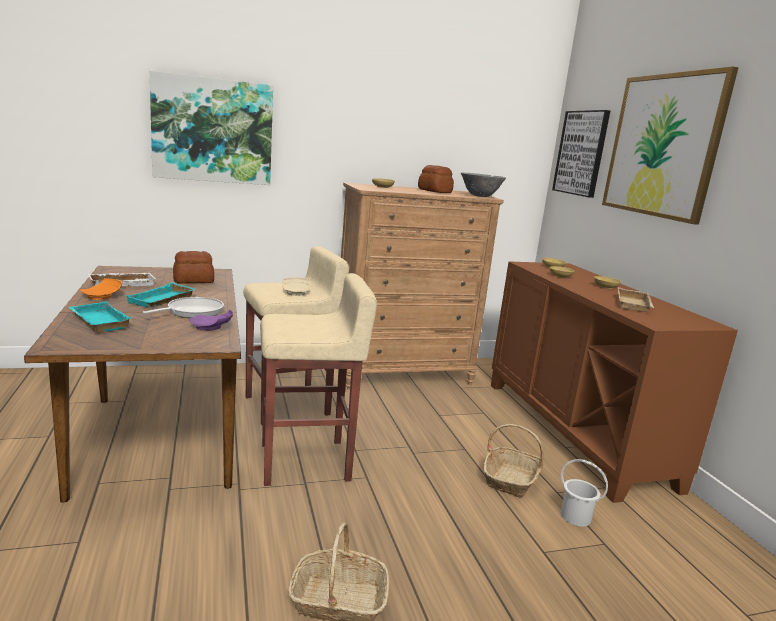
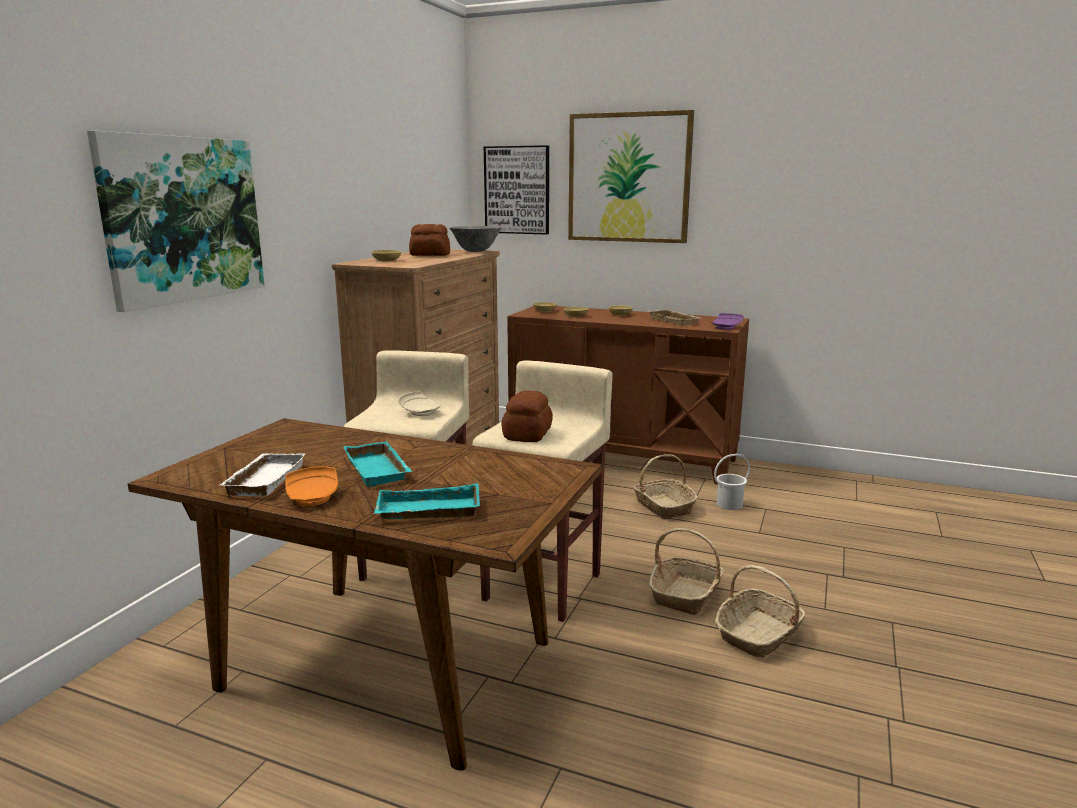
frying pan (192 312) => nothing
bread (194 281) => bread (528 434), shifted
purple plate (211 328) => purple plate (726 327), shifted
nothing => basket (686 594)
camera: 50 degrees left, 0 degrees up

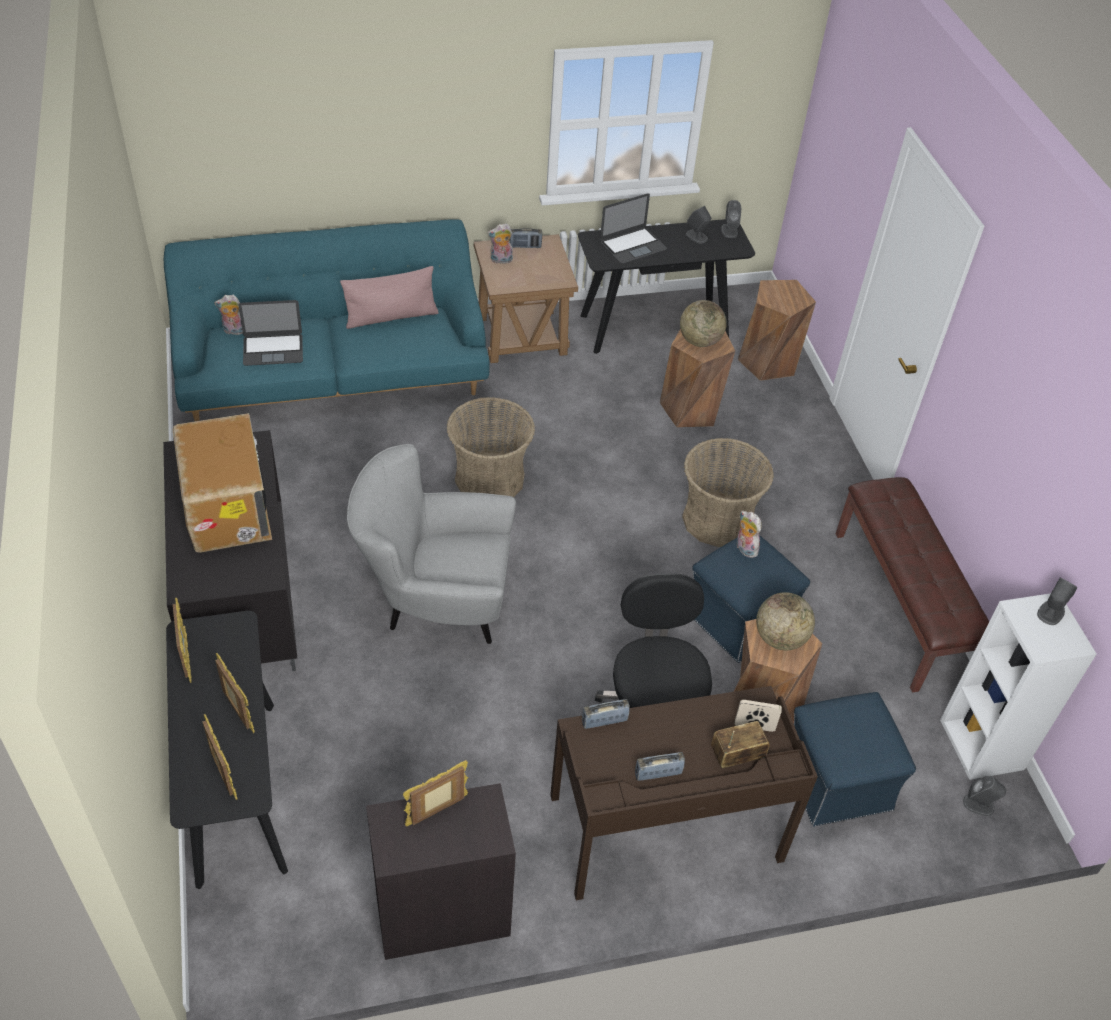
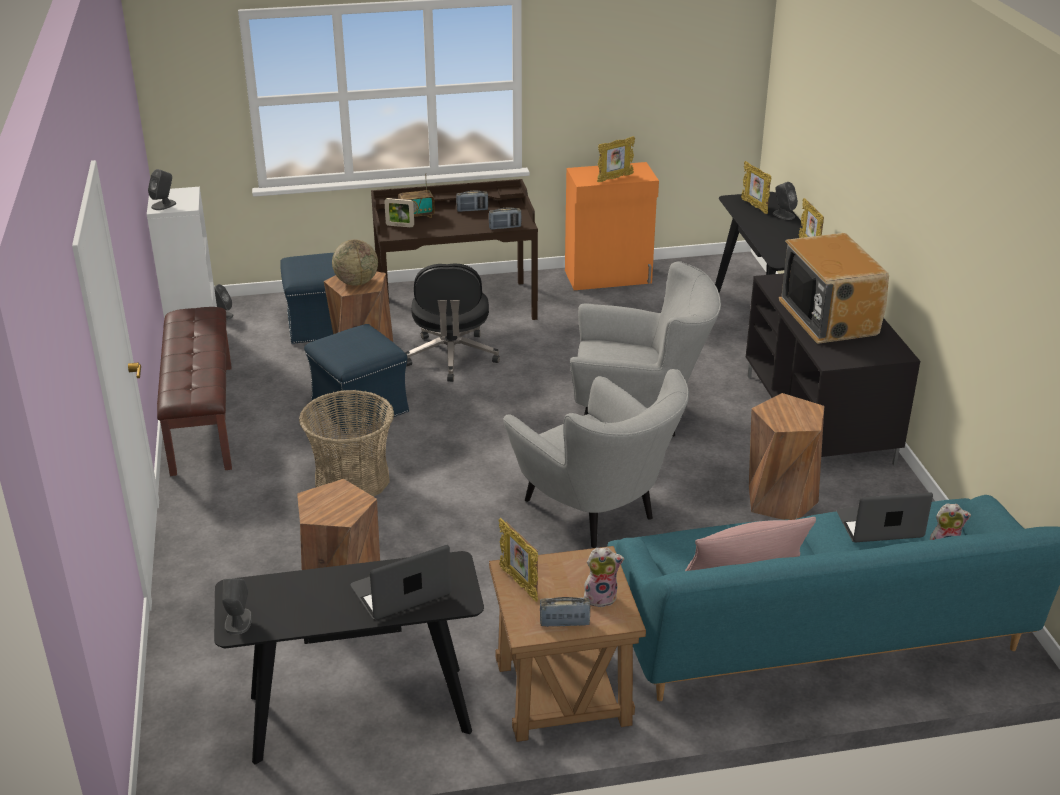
picture frame (238 711) => picture frame (519 584), shifted
black cabinet (441 914) => orange cabinet (609 277)
basket (489 478) => grey armchair (596 513)
globe (699 341) => nothing
grey speaker (697 236) => grey speaker (783 215), shifted
plush toy (744 548) => nothing
brown stool (768 362) => brown stool (780 500), shifted
camera: 175 degrees left, 15 degrees down

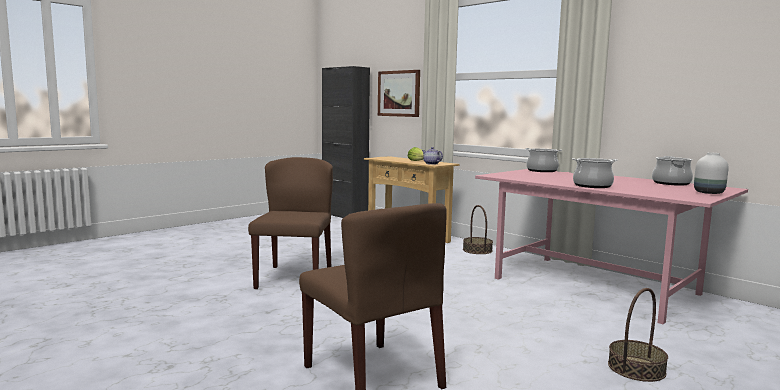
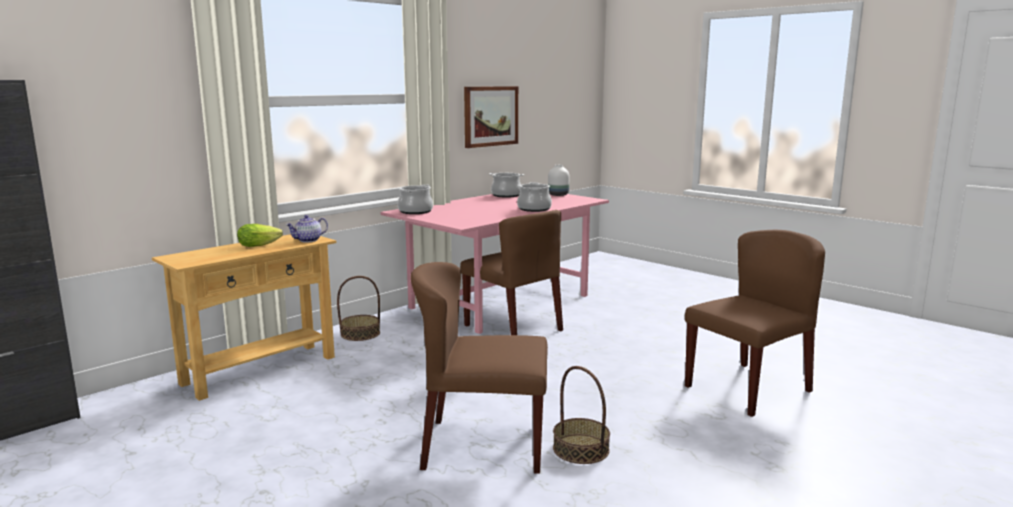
picture (399 93) => picture (490 116), shifted
basket (636 368) => basket (581 449), shifted
nothing => brown chair (513 328)
camera: 90 degrees left, 5 degrees up

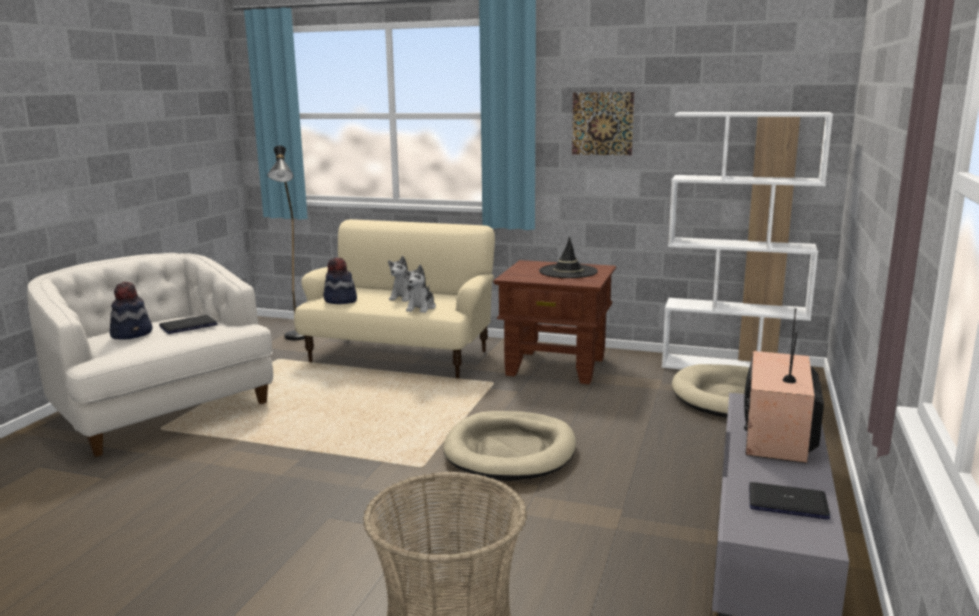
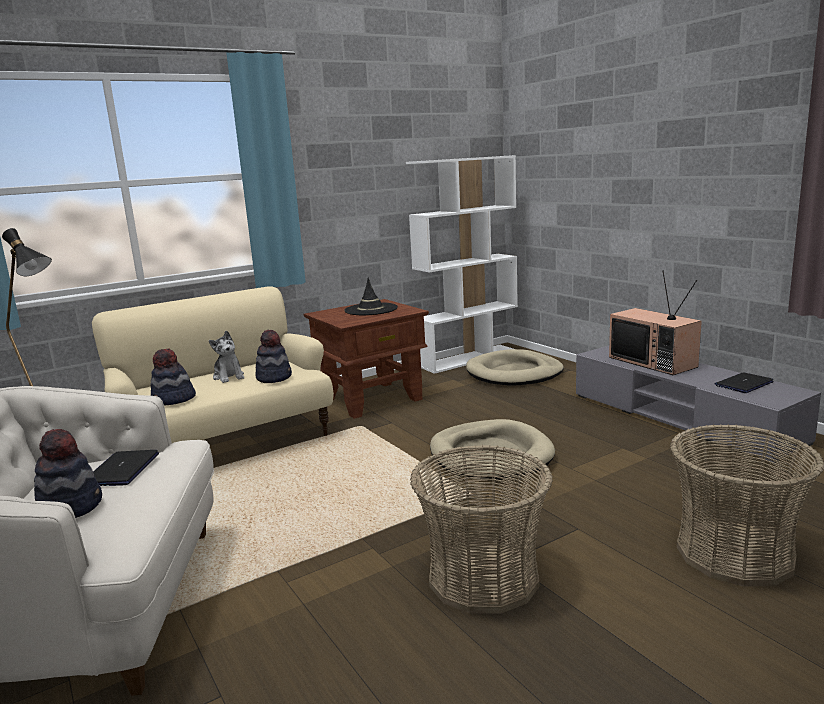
plush toy (421 308) => hat (274 377)
picture (602 123) => nothing
nothing => basket (483 578)
camera: 50 degrees left, 0 degrees up

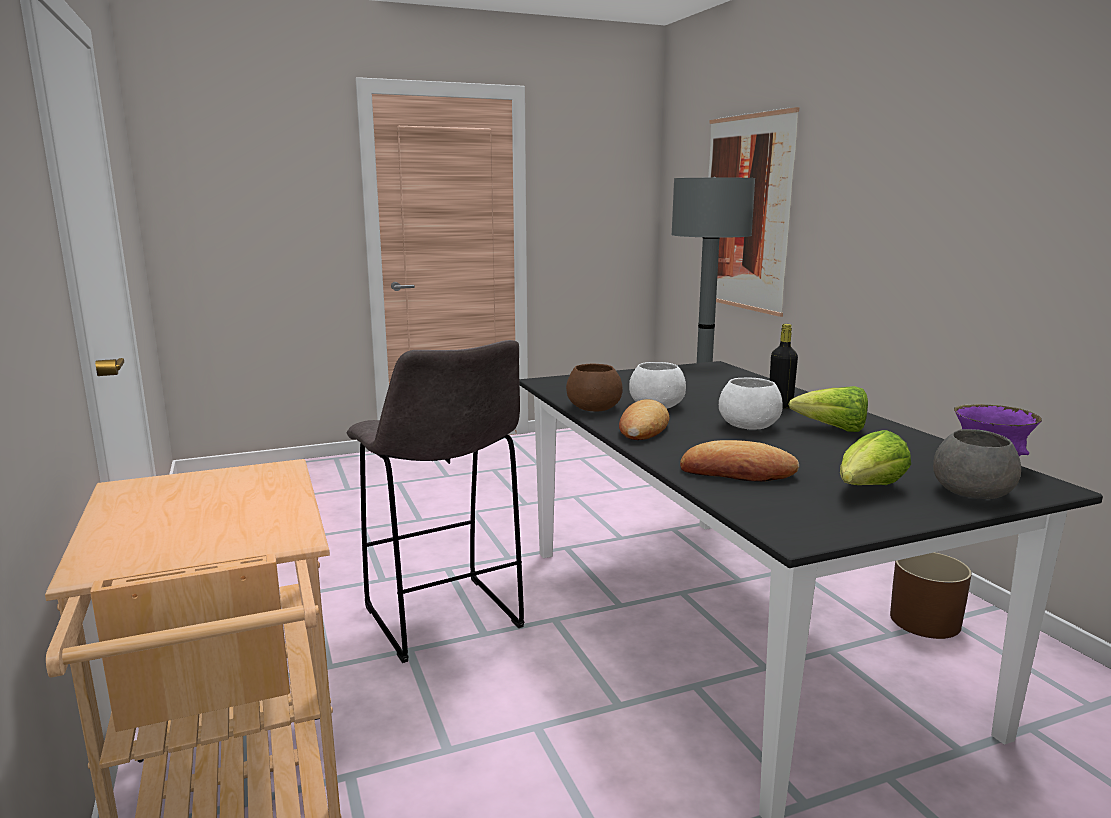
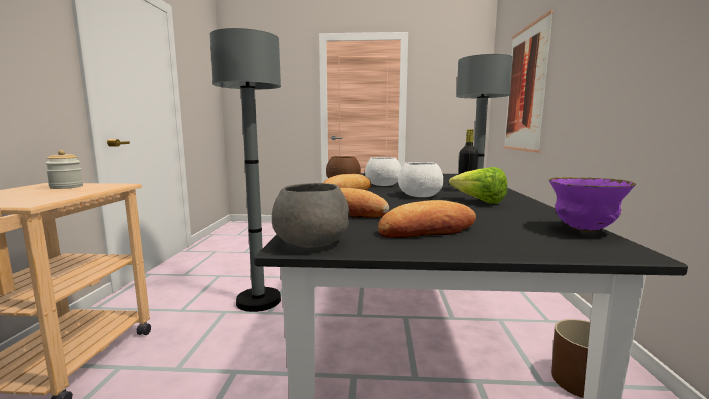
grey stool (444 619) => grey floor lamp (258 301)
lettuce (868 489) => bread (427 230)
grey bowl (971 492) => grey bowl (313 242), shifted
nothing => jar (66 187)
camera: 25 degrees right, 5 degrees down

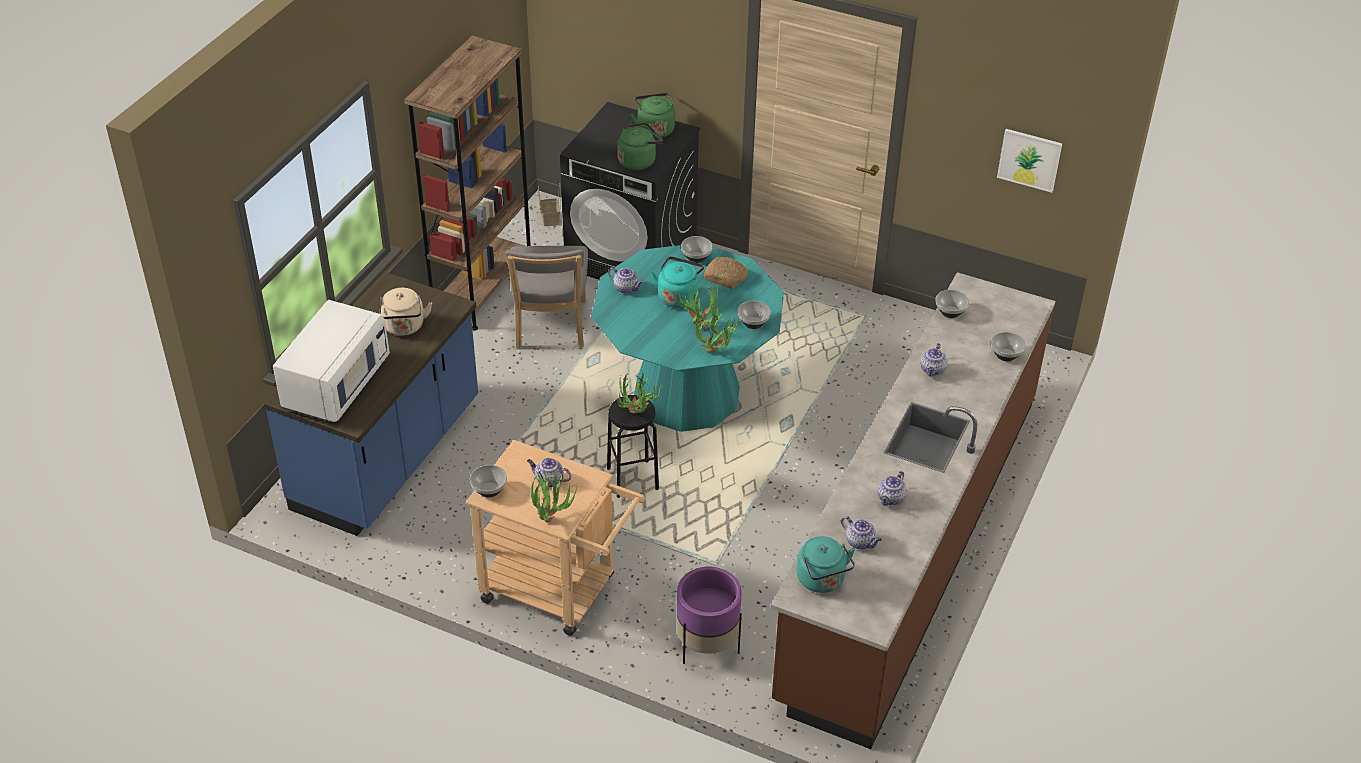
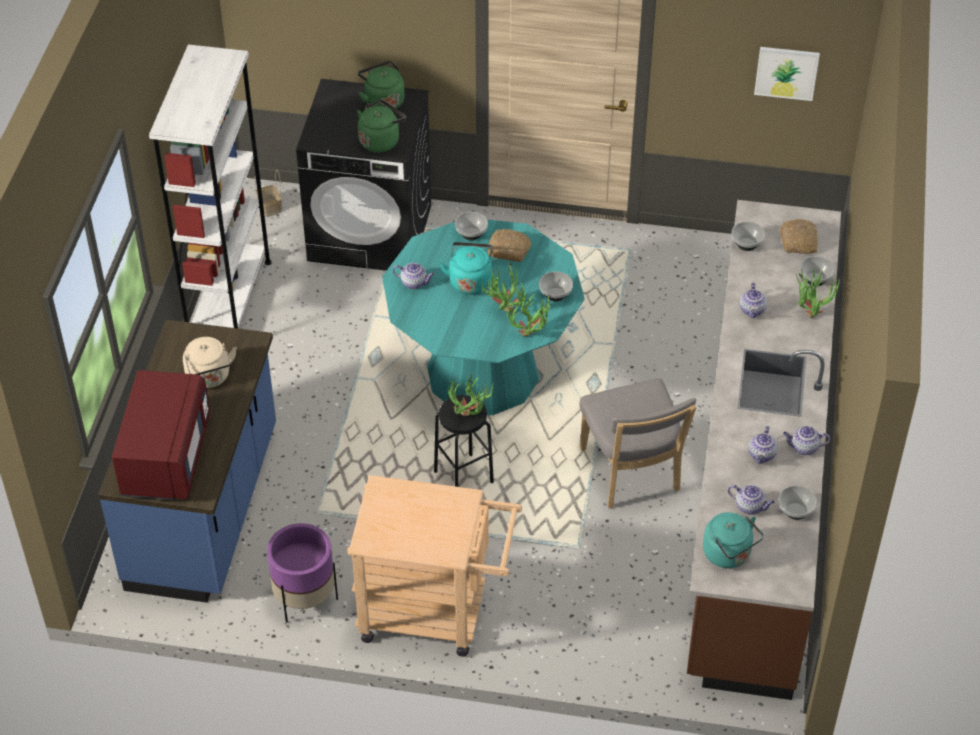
white microwave (336 385) => red microwave (165 457)
brown bookcase (482 288) => white bookcase (229 301)
bowl (488 490) => bowl (795 511), shifted
grey chair (550 327) => grey chair (631 474), shifted
teapot (549 480) => teapot (803 448), shifted
potted plant (551 516) => potted plant (811 312), shifted
purple planter (707 645) => purple planter (305 599), shifted
nothing => bread (799 242)
camera: 15 degrees left, 5 degrees up

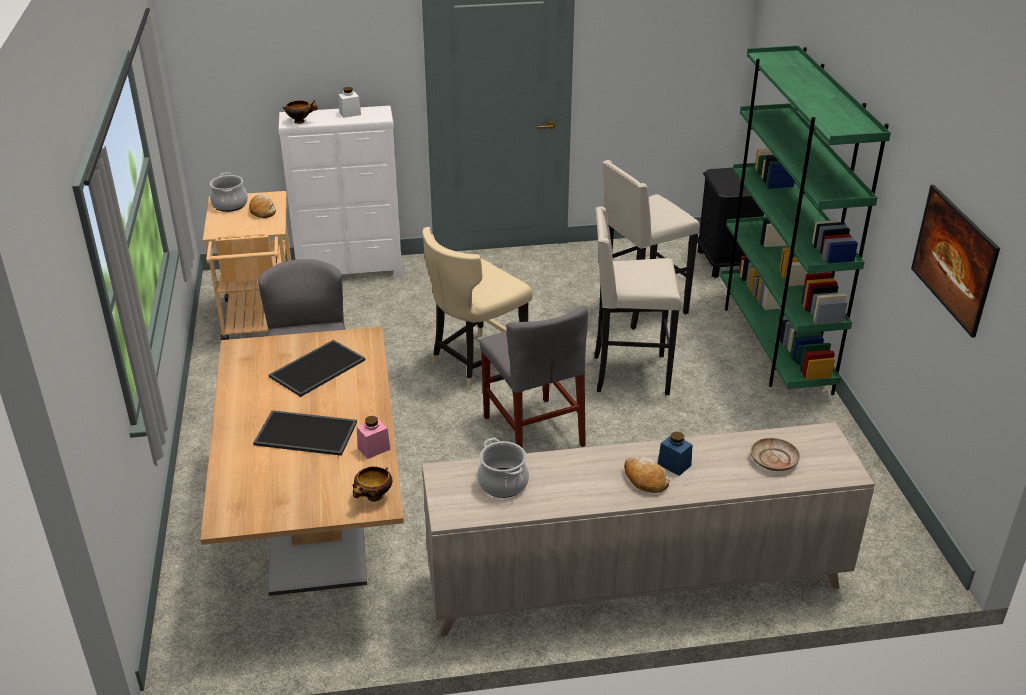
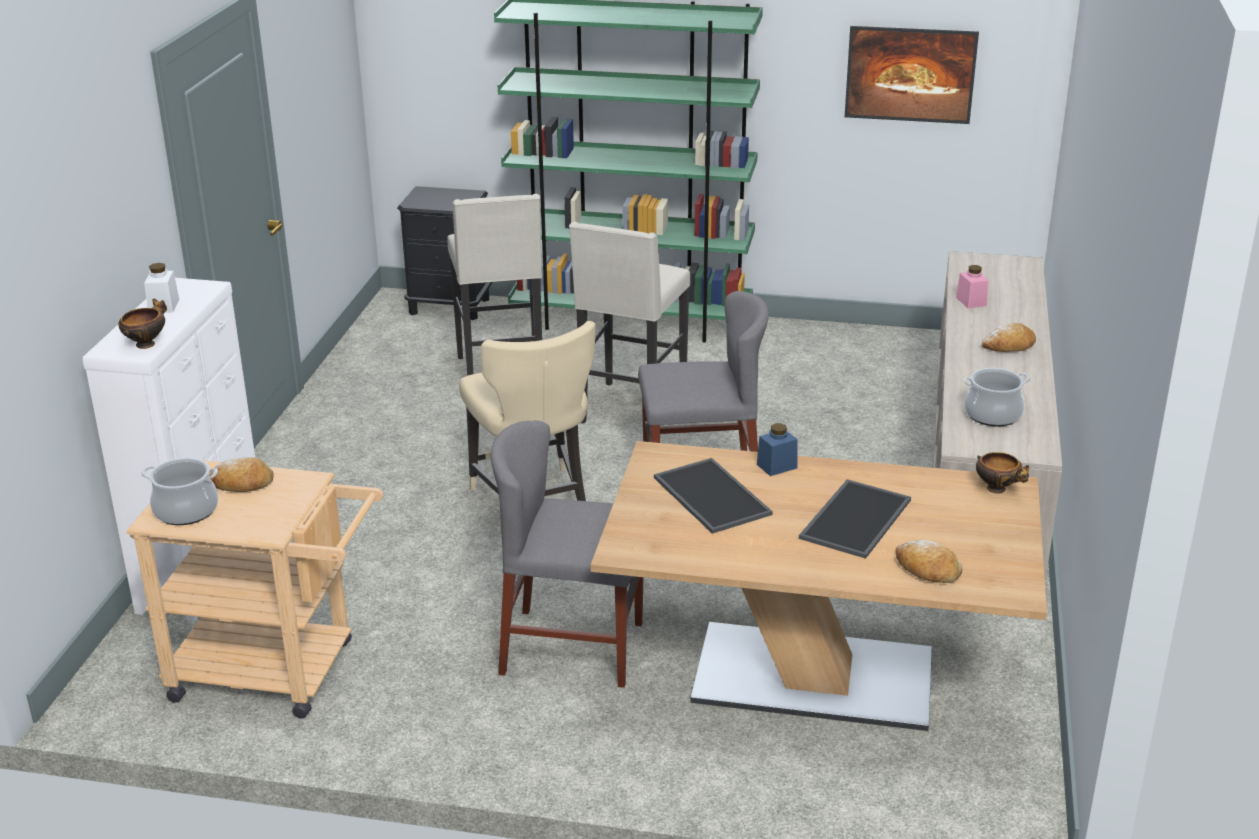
pink jar (374 448) => pink jar (971 301), shifted
blue jar (674 465) => blue jar (777 466), shifted
beige plate (774 460) => nothing
nothing => bread (927 569)
camera: 70 degrees left, 5 degrees down

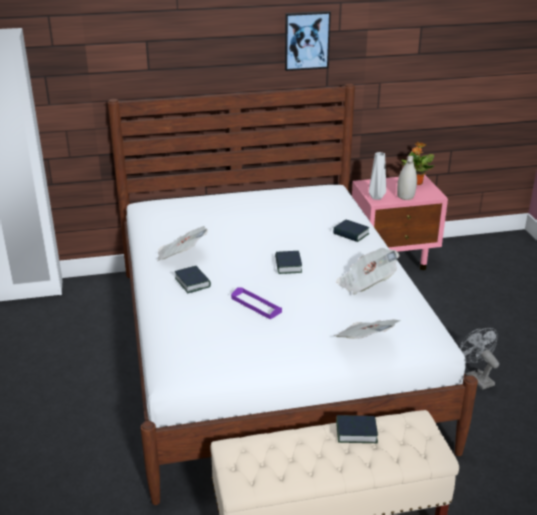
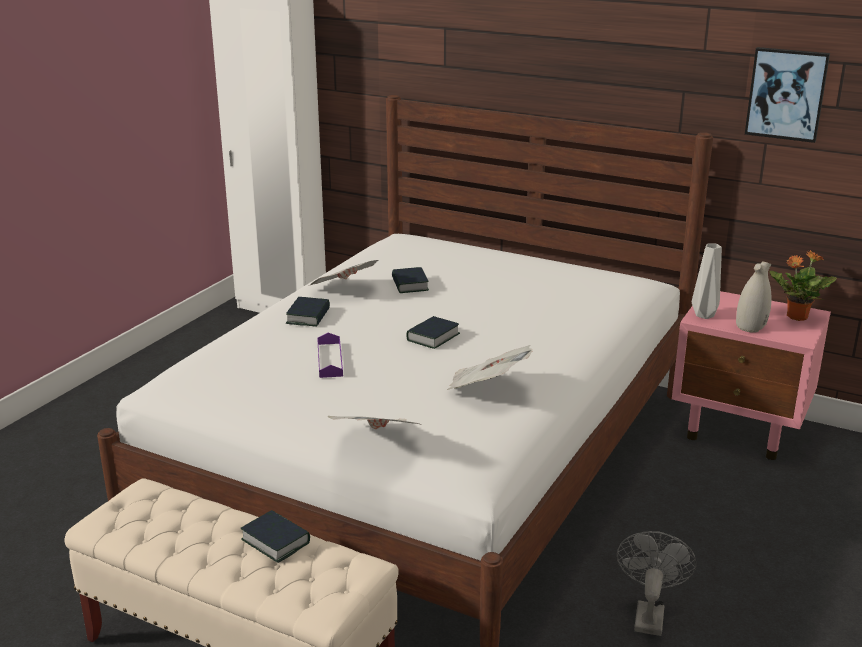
picture (306 40) => picture (786 94), shifted
book (351 234) => book (409 285), shifted
camera: 40 degrees right, 5 degrees down

